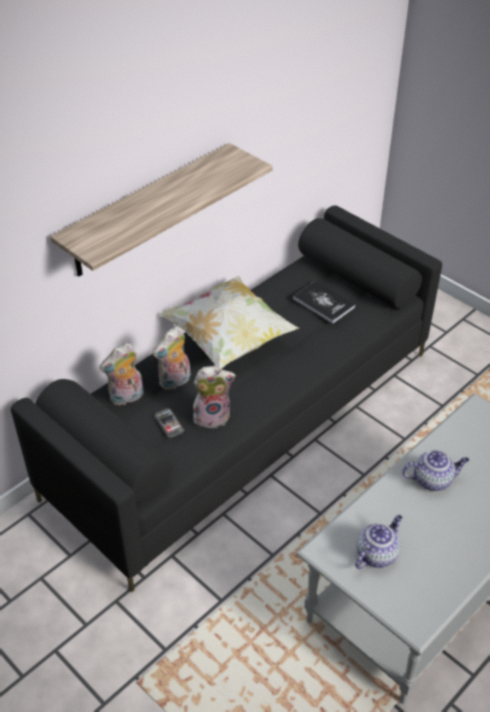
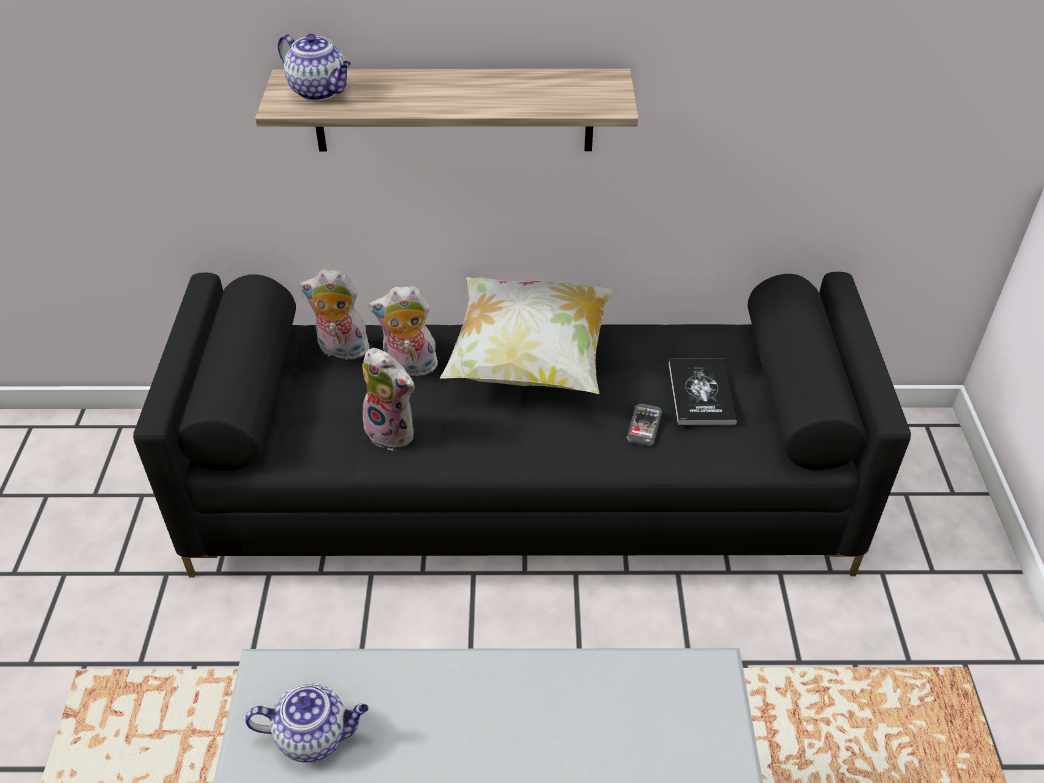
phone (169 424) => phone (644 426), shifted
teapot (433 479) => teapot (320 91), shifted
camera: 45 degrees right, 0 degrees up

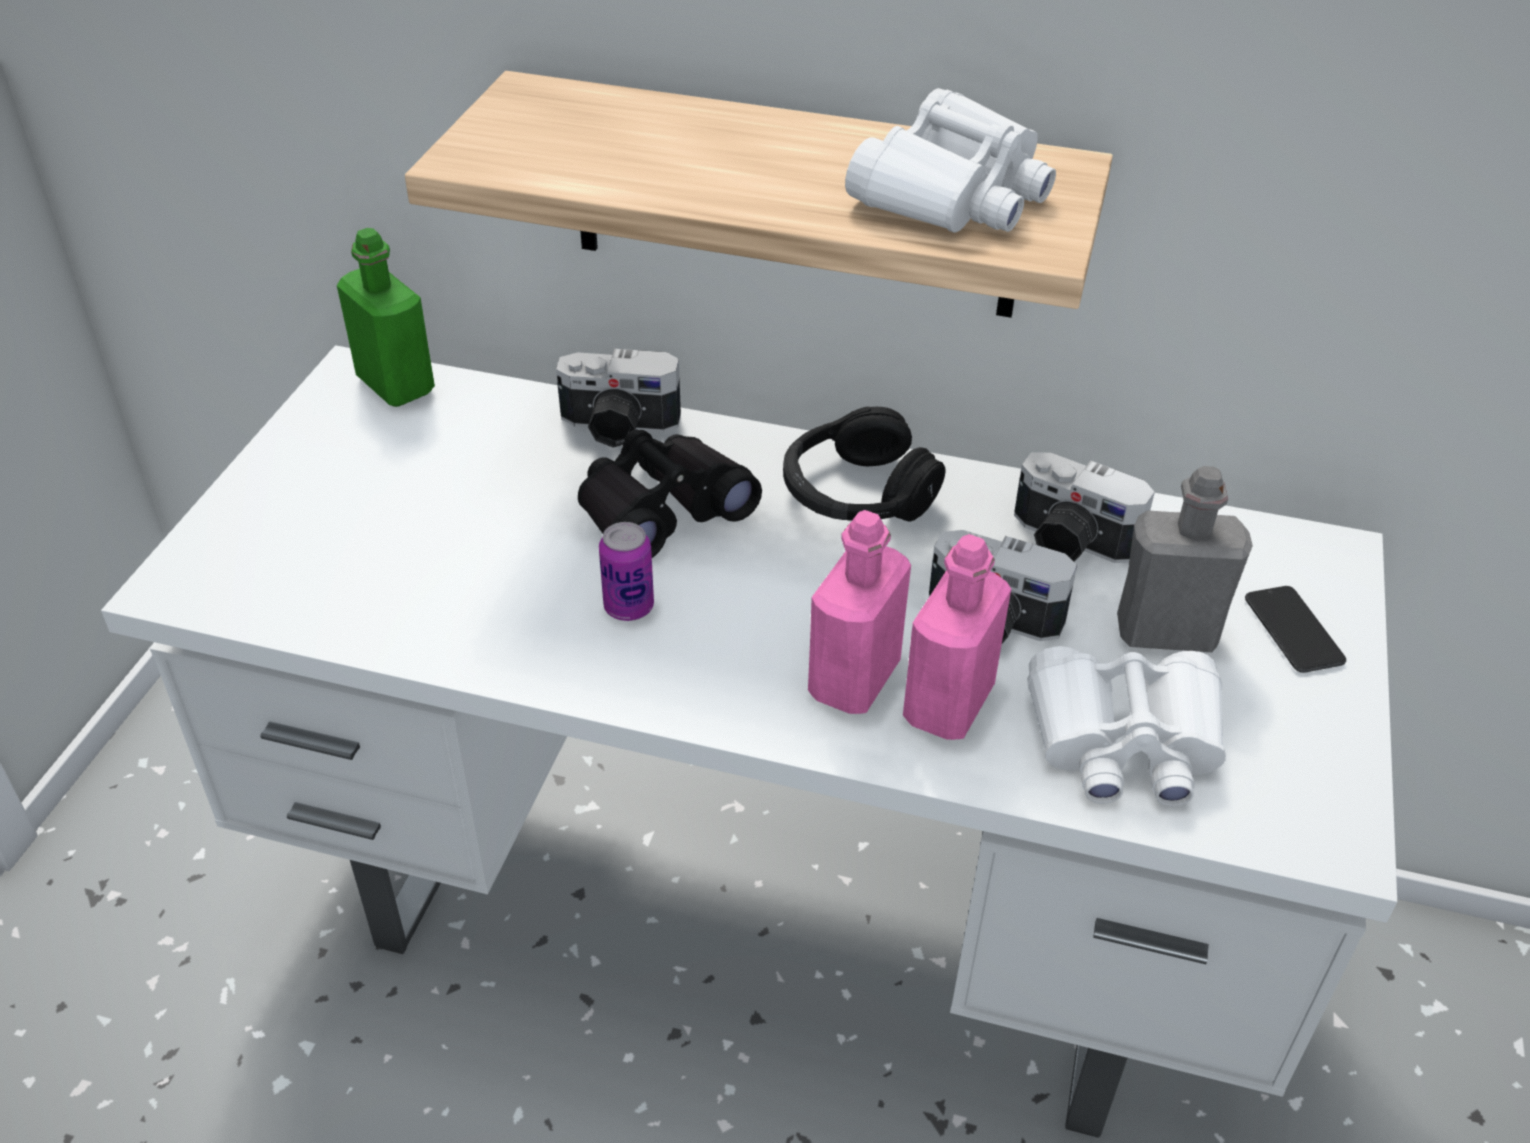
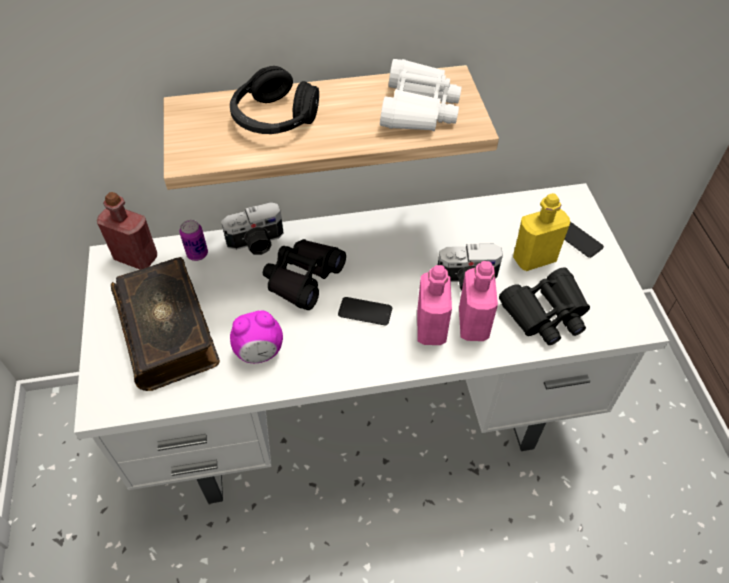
green bottle (396 385) => red bottle (136 257)
can (629 607) => can (197 254), shifted
black headphones (856 494) => black headphones (274 118), shifted
photo camera (1068 543) => nothing
white binoculars (1124 741) => black binoculars (545 314)
grey bottle (1166 633) => yellow bottle (534 259)
nothing => book (169 331)
nothing => alarm clock (259 352)
nothing => phone (365 311)
camera: 25 degrees left, 10 degrees up

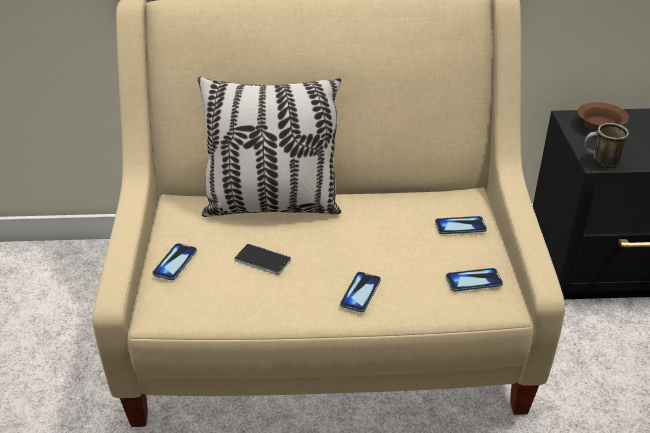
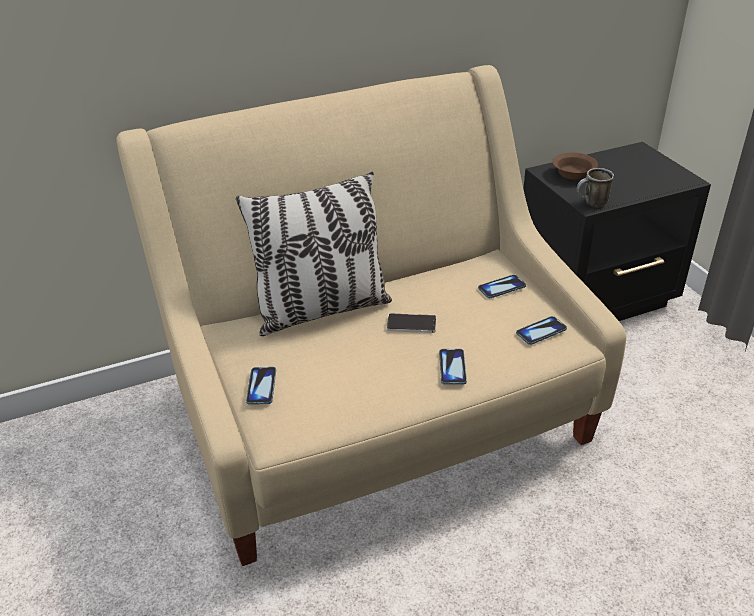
phone (262 260) => phone (411 324), shifted
camera: 20 degrees left, 0 degrees up

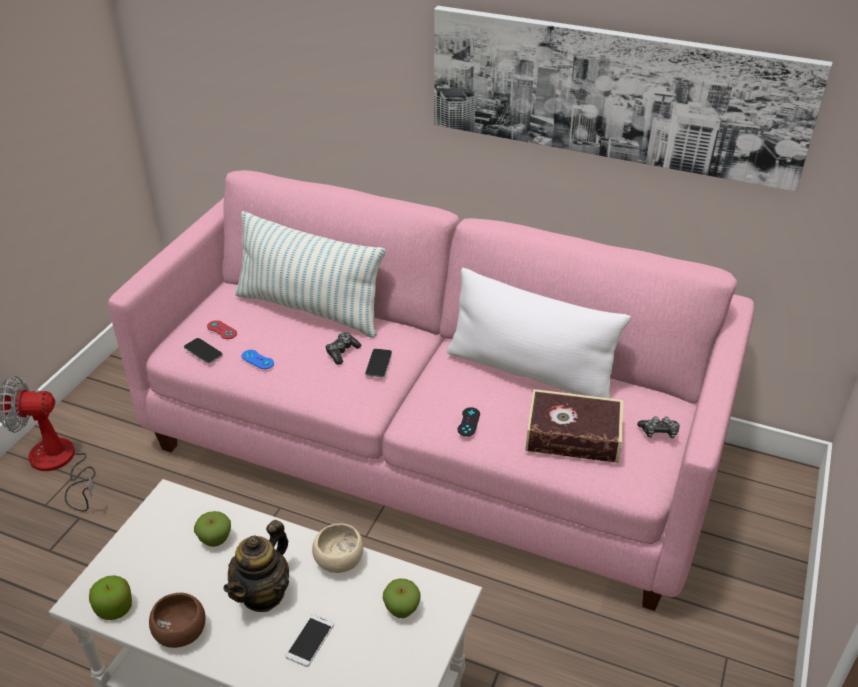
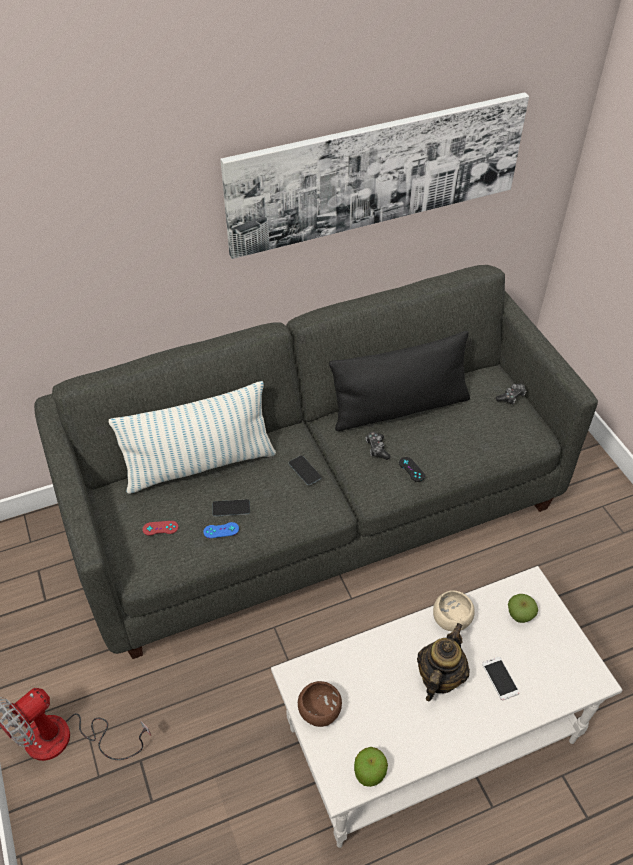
pink sofa (430 448) => grey sofa (317 507)
brown bowl (180 634) => brown bowl (320 712), shifted
phone (203 351) => phone (231 508), shifted
apple (215 540) => nothing
teapot (263 593) => teapot (439 677), 135 degrees counterclockwise
game controller (342 352) => game controller (377 449), shifted
white pillow (530 372) => black pillow (400 408)
book (573 436) => nothing
camera: 45 degrees left, 10 degrees up

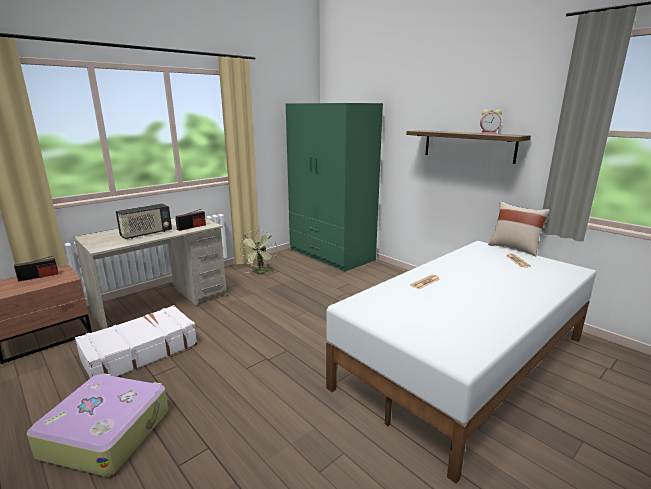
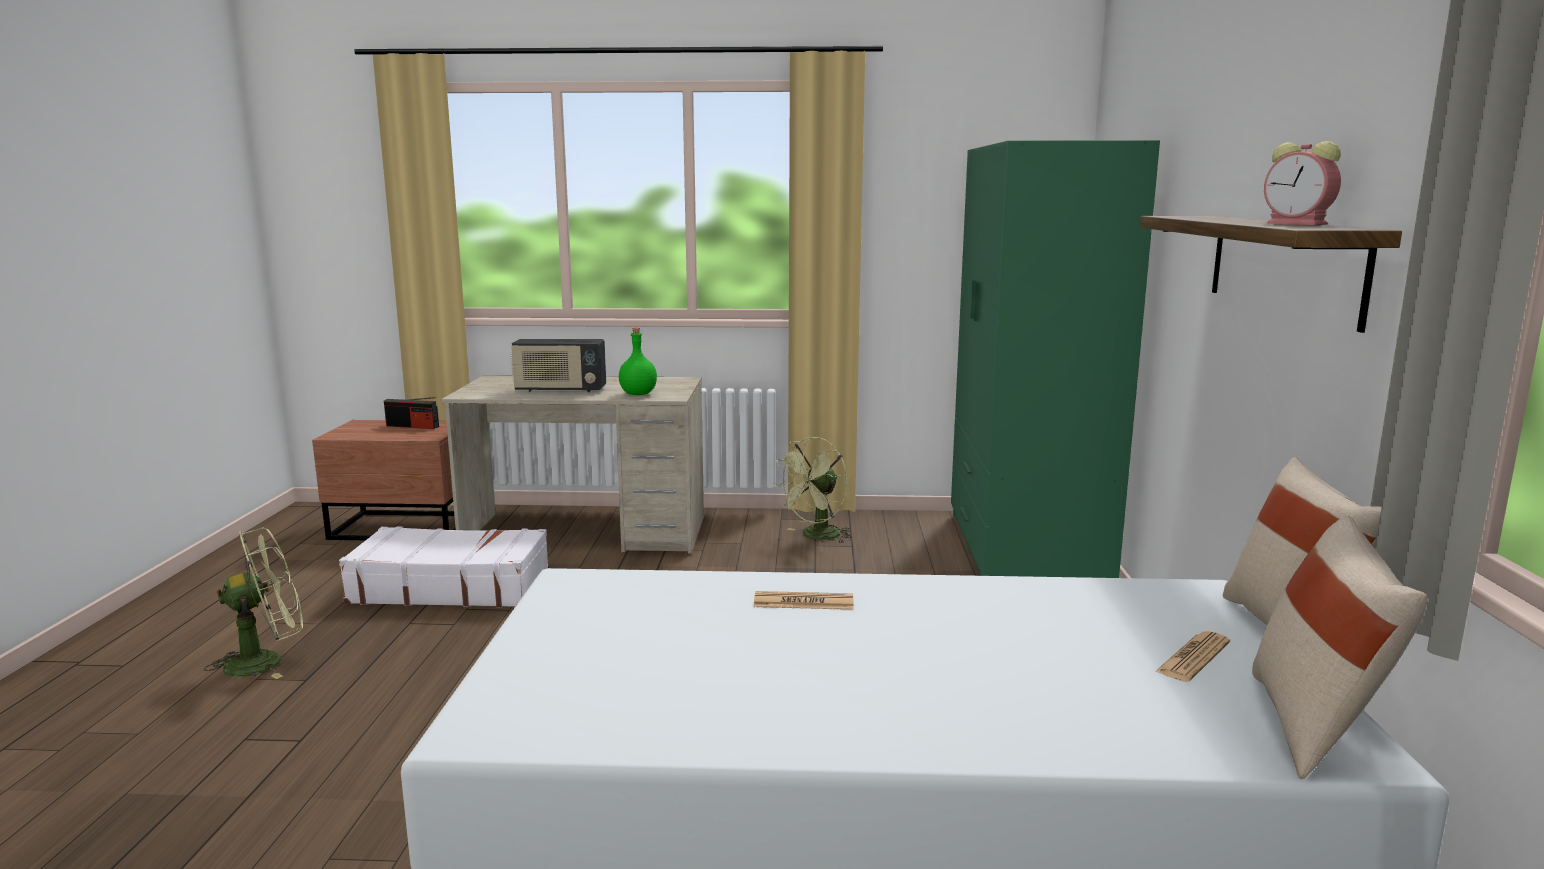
suitcase (107 432) => green fan (266 661)
radio (191 227) => green bottle (638 394)
nothing => beige pillow (1316 727)
camera: 45 degrees right, 5 degrees down

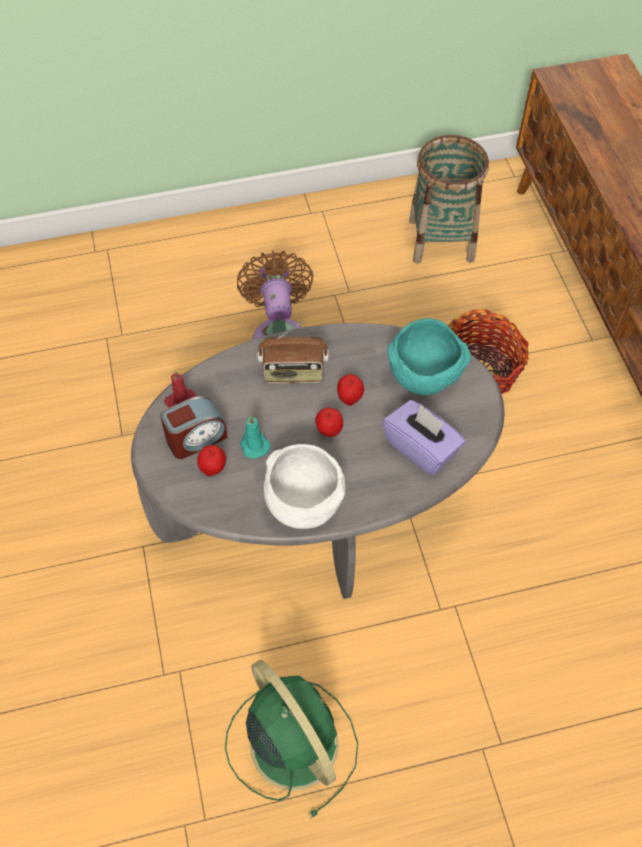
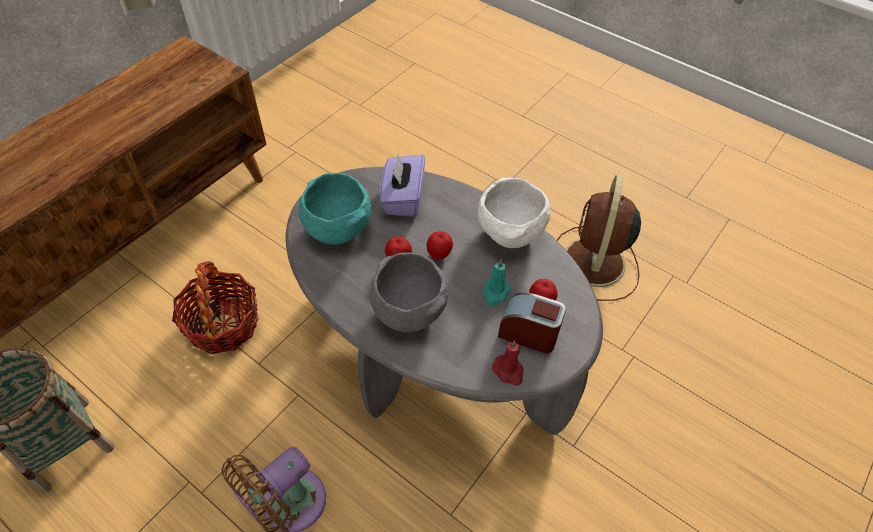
green fan (291 741) => brown fan (593 264)
radio (293 373) => grey bowl (407 311)
camera: 130 degrees left, 5 degrees down

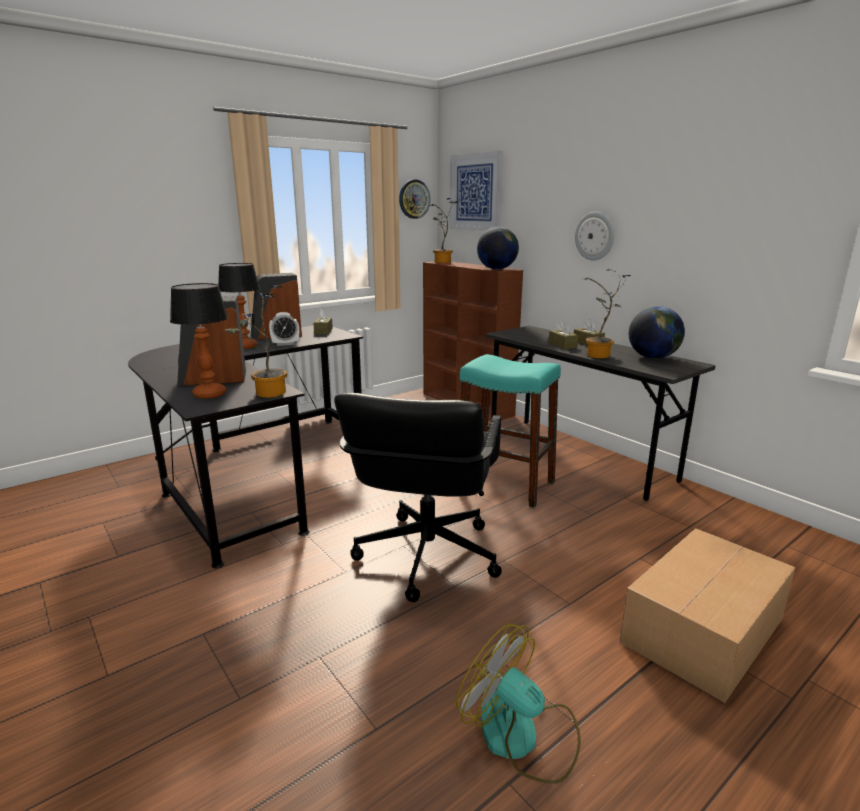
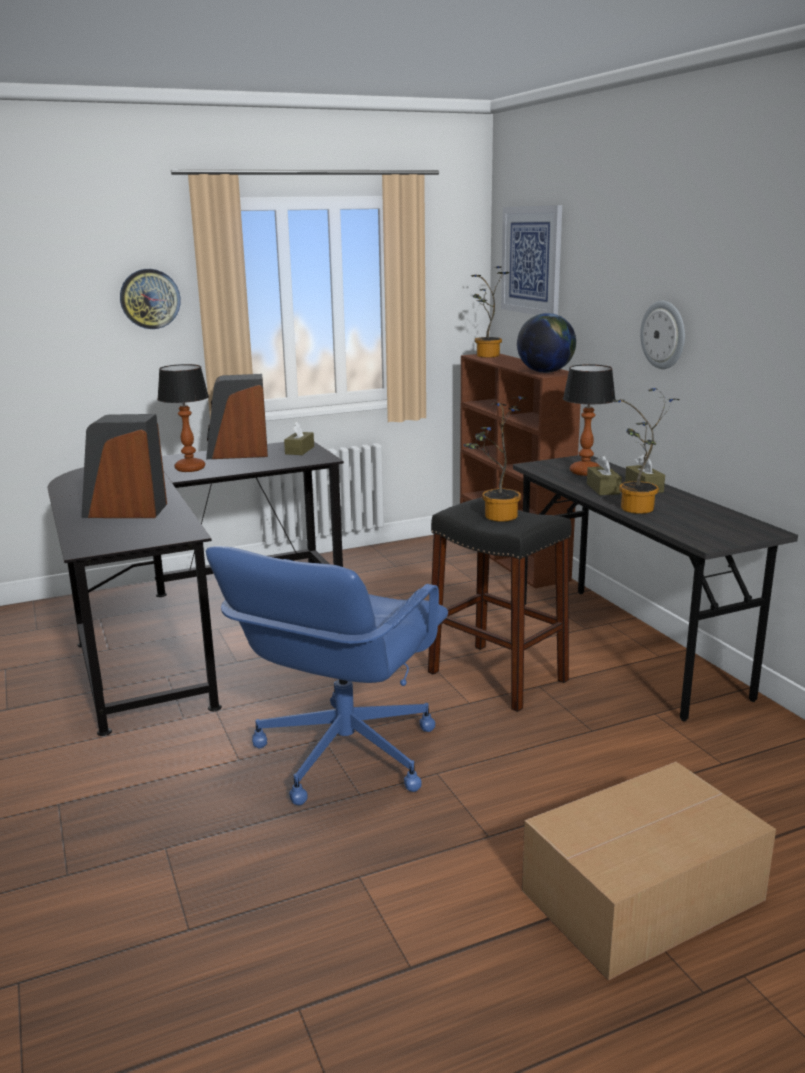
table lamp (210 394) => table lamp (585 472), shifted
potted plant (266 394) => potted plant (496 517), shifted
alarm clock (285 344) => nothing
black office chair (426 555) => blue office chair (343 754)
wall clock (414 199) => wall clock (150 299), shifted
fan (521 736) => nothing
turquoise stool (504 484) => black stool (497 676)
globe (652 357) => nothing
camera: 15 degrees right, 0 degrees up

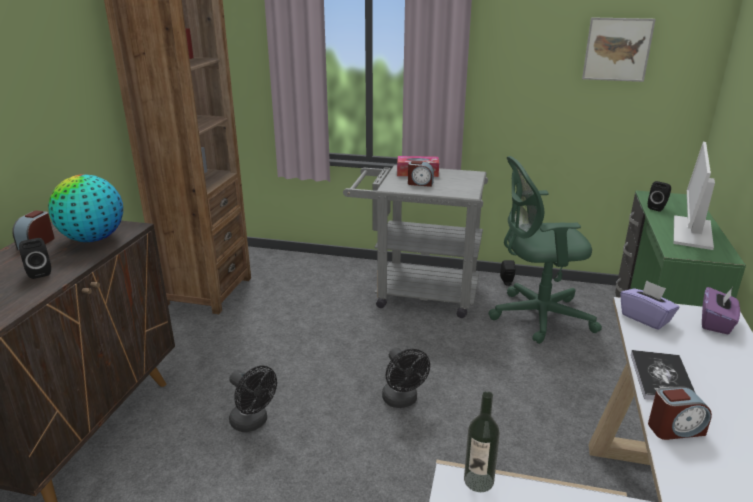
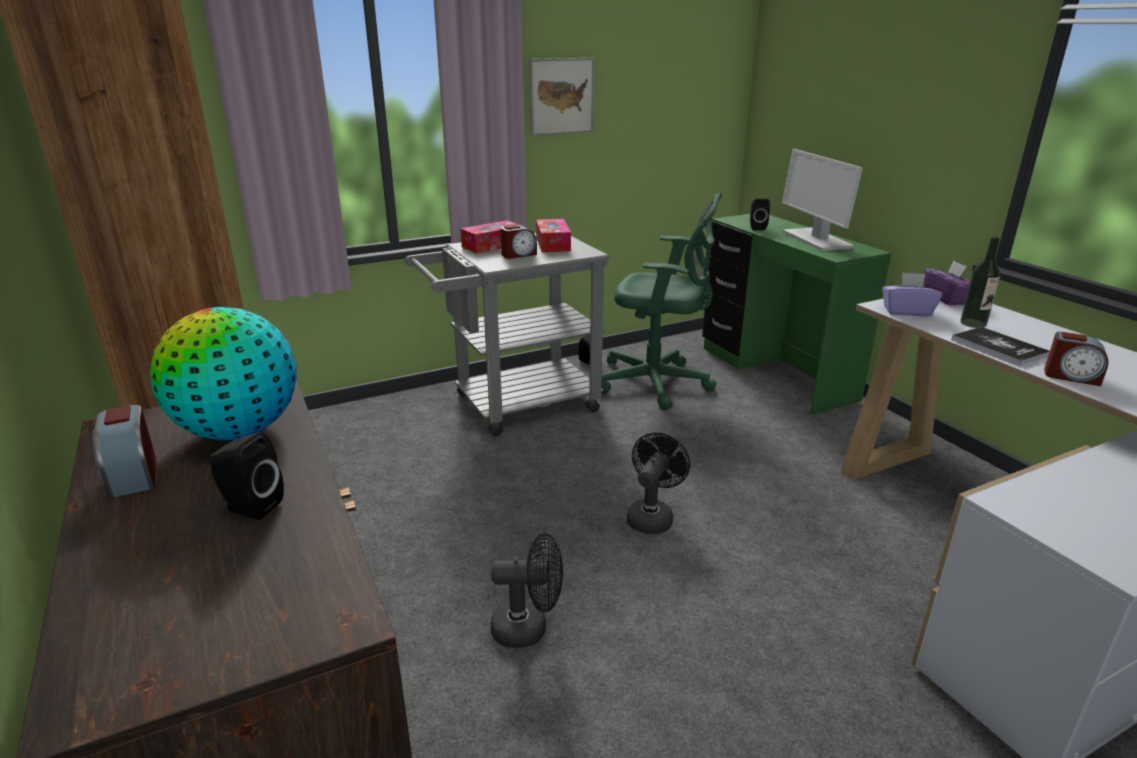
black fan (402 401) => black fan (652 516), 90 degrees counterclockwise
bottle (478 481) => bottle (973 323), shifted
green office chair (536 316) => green office chair (658 384), 120 degrees counterclockwise
picture (617 49) => picture (561 96), shifted
alarm clock (675 429) => alarm clock (1071 376), 75 degrees clockwise
nothing => tissue box (553 244)
camera: 40 degrees left, 0 degrees up

